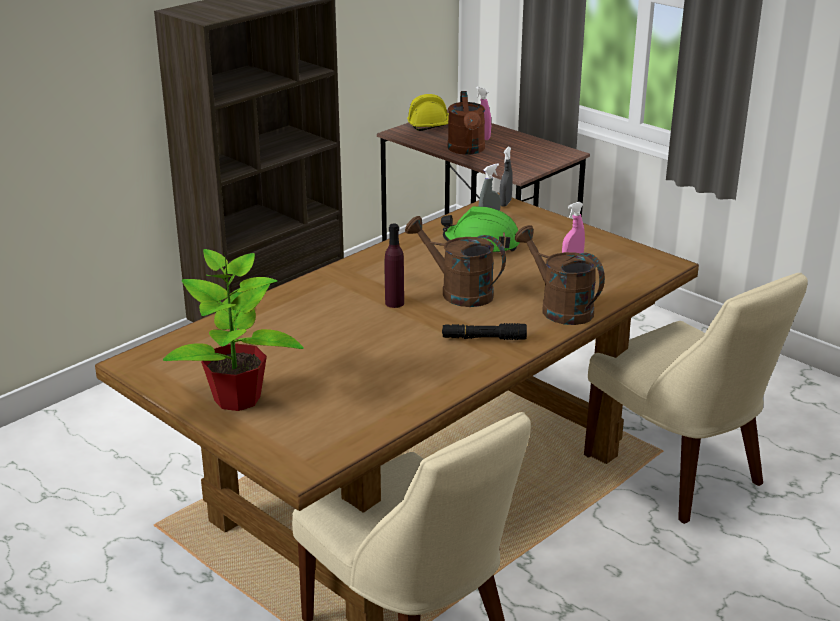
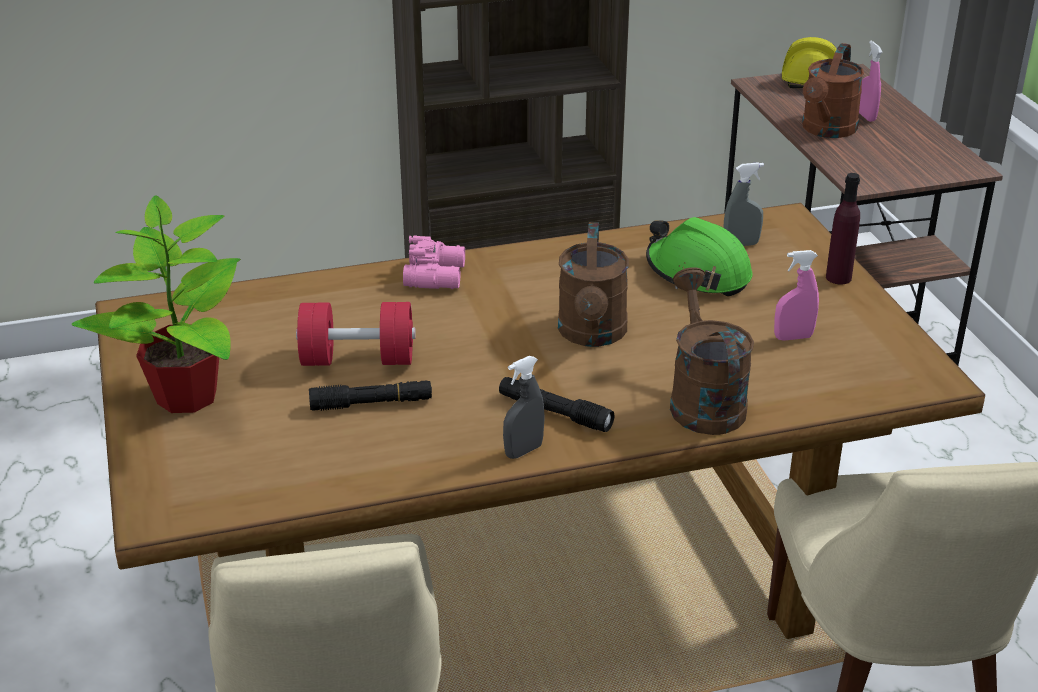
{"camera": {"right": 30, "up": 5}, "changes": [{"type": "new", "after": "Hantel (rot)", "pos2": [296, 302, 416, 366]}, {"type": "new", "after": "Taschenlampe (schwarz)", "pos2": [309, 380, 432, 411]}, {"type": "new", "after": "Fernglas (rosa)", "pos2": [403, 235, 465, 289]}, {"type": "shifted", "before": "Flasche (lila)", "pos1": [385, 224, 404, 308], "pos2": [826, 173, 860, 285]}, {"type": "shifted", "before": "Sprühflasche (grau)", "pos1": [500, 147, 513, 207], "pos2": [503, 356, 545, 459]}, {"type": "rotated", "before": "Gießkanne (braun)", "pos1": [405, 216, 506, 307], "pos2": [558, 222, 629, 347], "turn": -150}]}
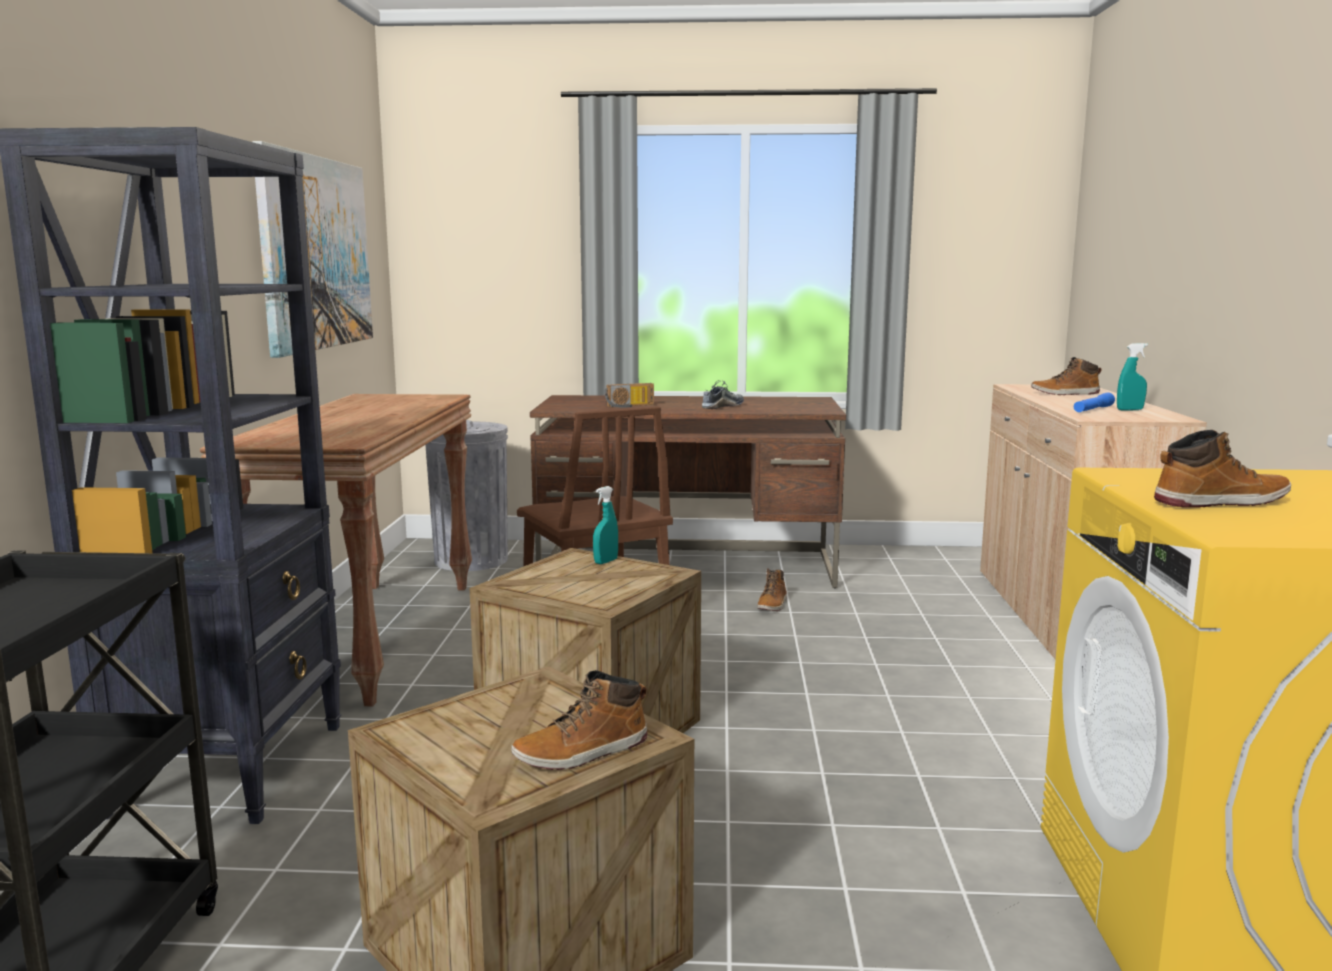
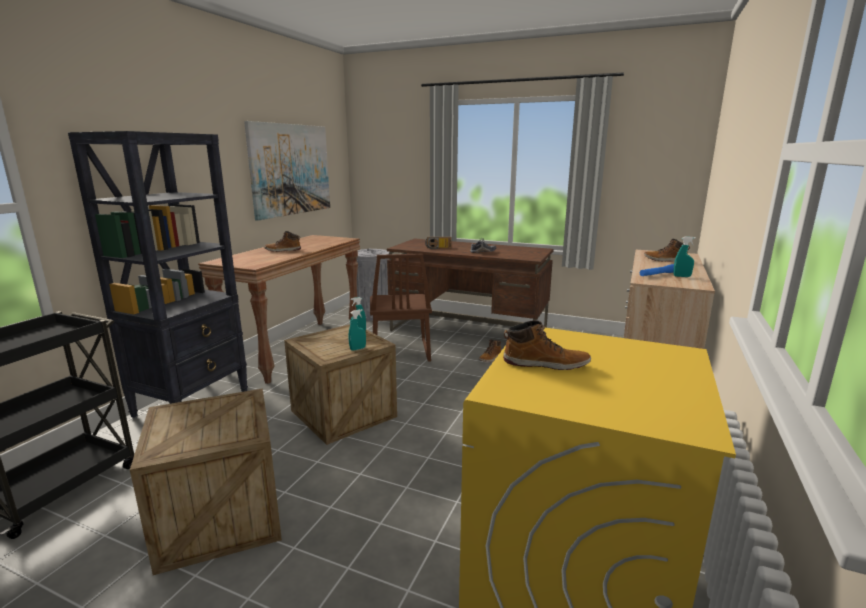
{"camera": {"right": 20, "up": 5}, "changes": [{"type": "new", "after": "Sprühflasche (türkis)", "pos2": [349, 309, 366, 351]}, {"type": "shifted", "before": "Stiefel", "pos1": [511, 670, 647, 770], "pos2": [264, 231, 301, 252]}]}
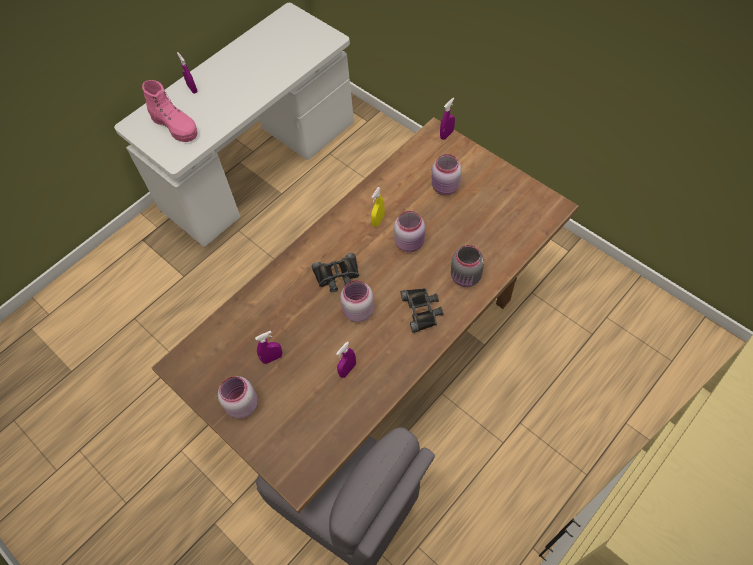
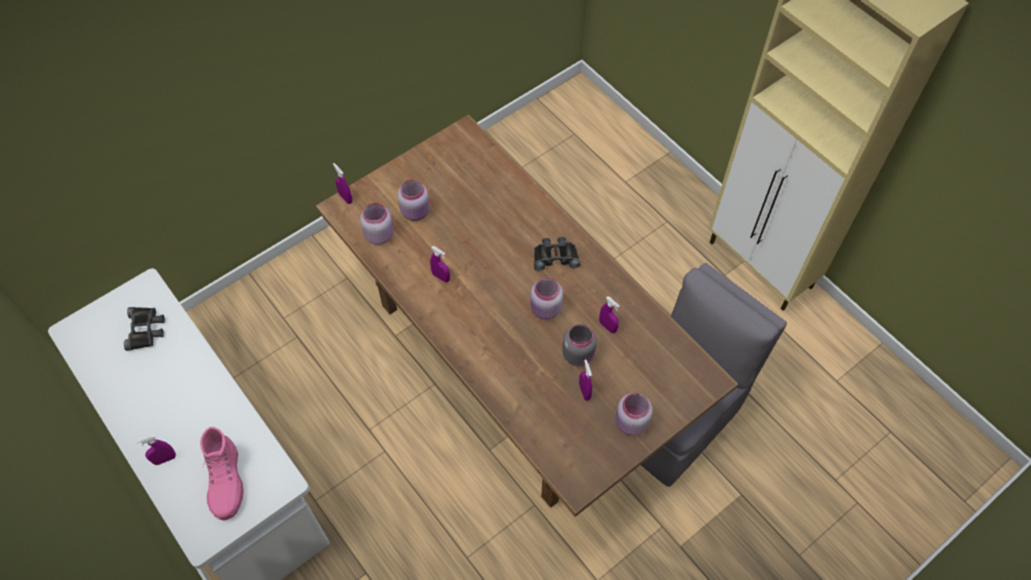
{"camera": {"right": -85, "up": 0}, "changes": [{"type": "shifted", "before": "Fernglas (schwarz)", "pos1": [311, 253, 359, 292], "pos2": [124, 307, 165, 351]}, {"type": "shifted", "before": "Vorratsglas (rosa)", "pos1": [394, 211, 425, 252], "pos2": [360, 203, 394, 245]}, {"type": "shifted", "before": "Vorratsglas (grau)", "pos1": [451, 245, 484, 287], "pos2": [562, 324, 597, 366]}, {"type": "repainted", "before": "Sprühflasche (gelb)", "after": "Sprühflasche (lila)", "pos1": [371, 187, 385, 227], "pos2": [430, 246, 450, 283]}, {"type": "rotated", "before": "Stiefel (rosa)", "pos1": [142, 80, 197, 142], "pos2": [200, 427, 244, 520], "turn": 120}]}
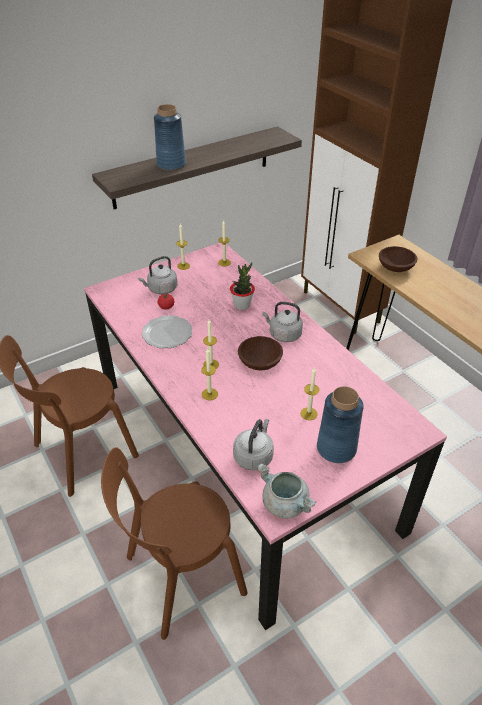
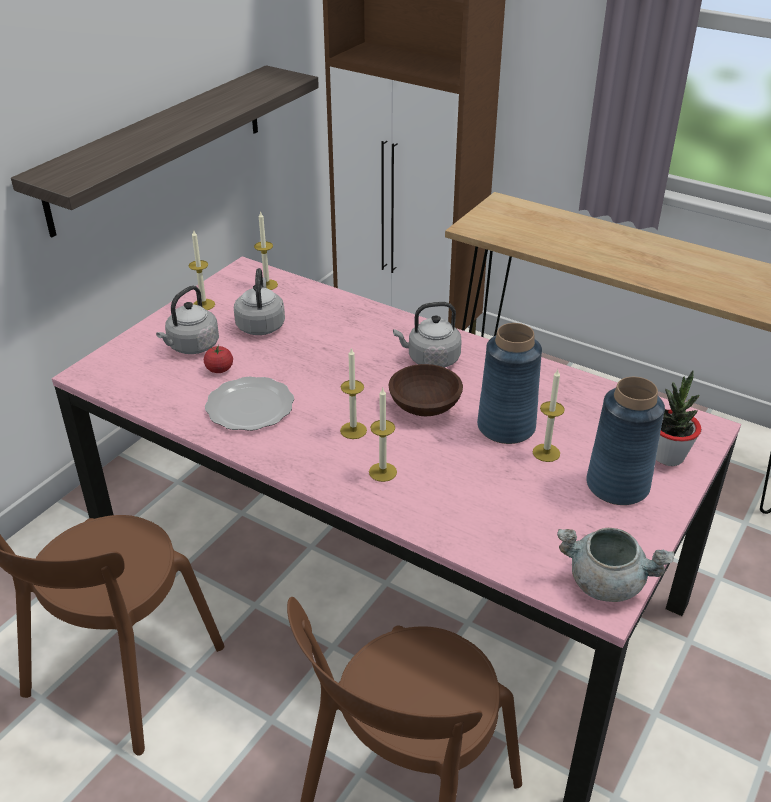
{"camera": {"right": -25, "up": -5}, "changes": [{"type": "gone", "before": "Schüssel (braun)", "pos1": [379, 246, 417, 272]}, {"type": "shifted", "before": "Vase (blau)", "pos1": [154, 104, 186, 171], "pos2": [477, 323, 542, 444]}, {"type": "shifted", "before": "Topfpflanze", "pos1": [230, 262, 255, 310], "pos2": [656, 370, 701, 466]}, {"type": "shifted", "before": "Wasserkessel (grau)", "pos1": [233, 419, 274, 471], "pos2": [234, 268, 285, 335]}]}
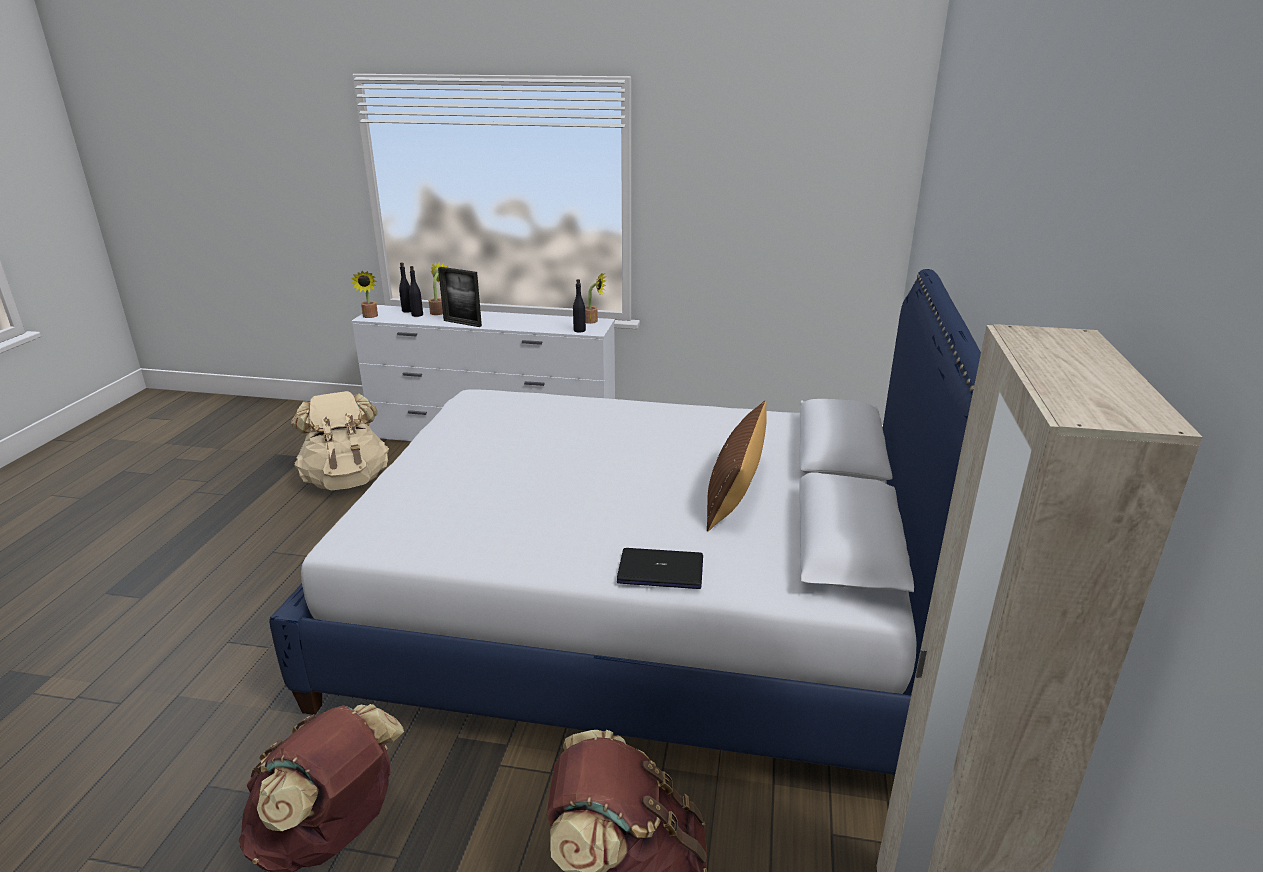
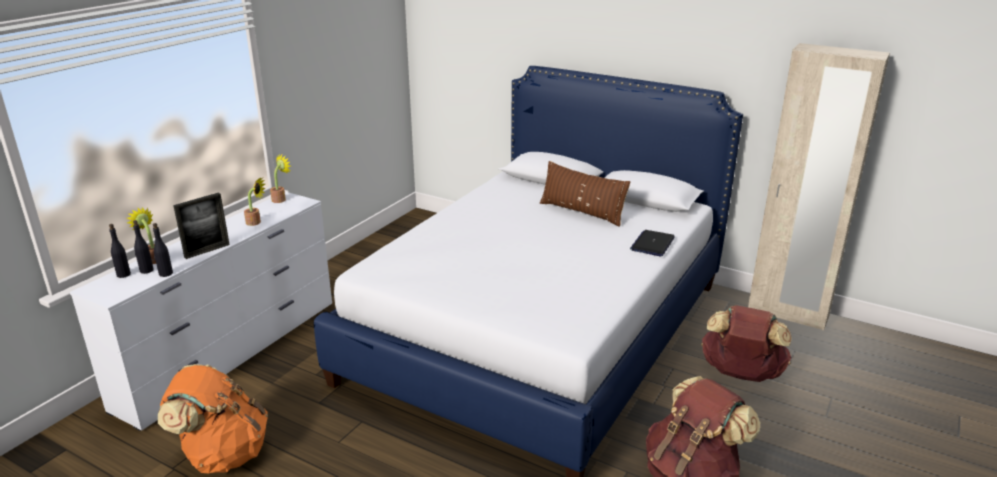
{"camera": {"right": -70, "up": 0}, "changes": [{"type": "shifted", "before": "Topfpflanze", "pos1": [351, 271, 378, 318], "pos2": [244, 177, 266, 226]}, {"type": "shifted", "before": "Flasche (schwarz)", "pos1": [573, 279, 586, 332], "pos2": [153, 223, 173, 277]}, {"type": "repainted", "before": "Rucksack (beige)", "after": "Rucksack (orange)", "pos1": [291, 391, 389, 490], "pos2": [158, 364, 268, 473]}]}
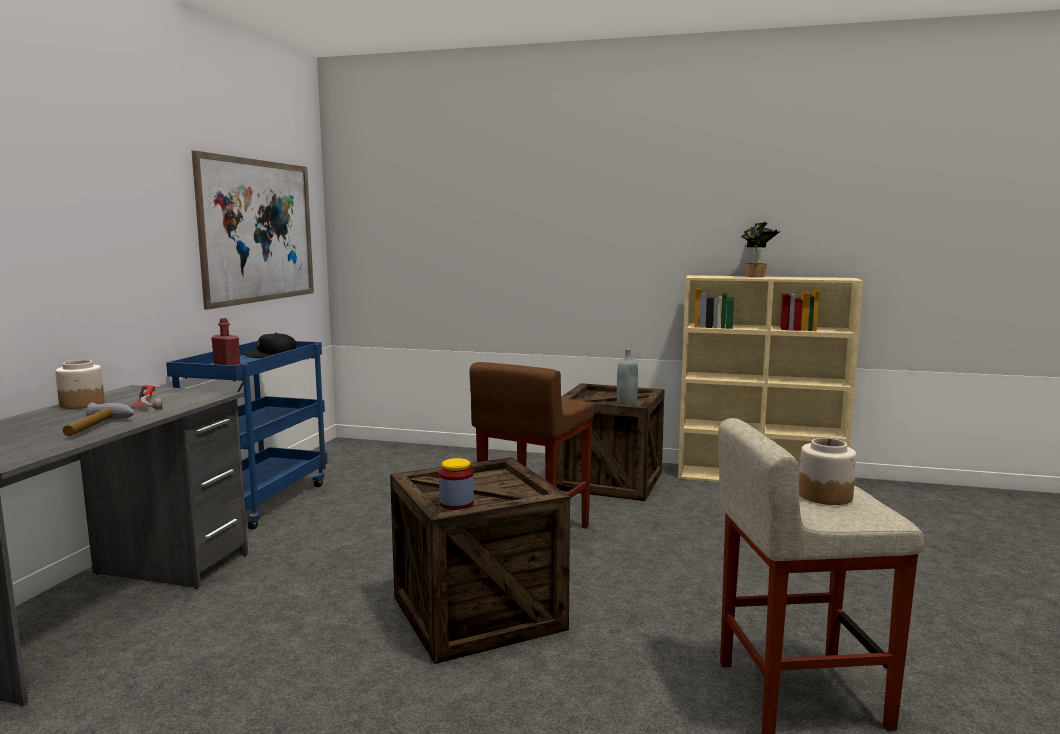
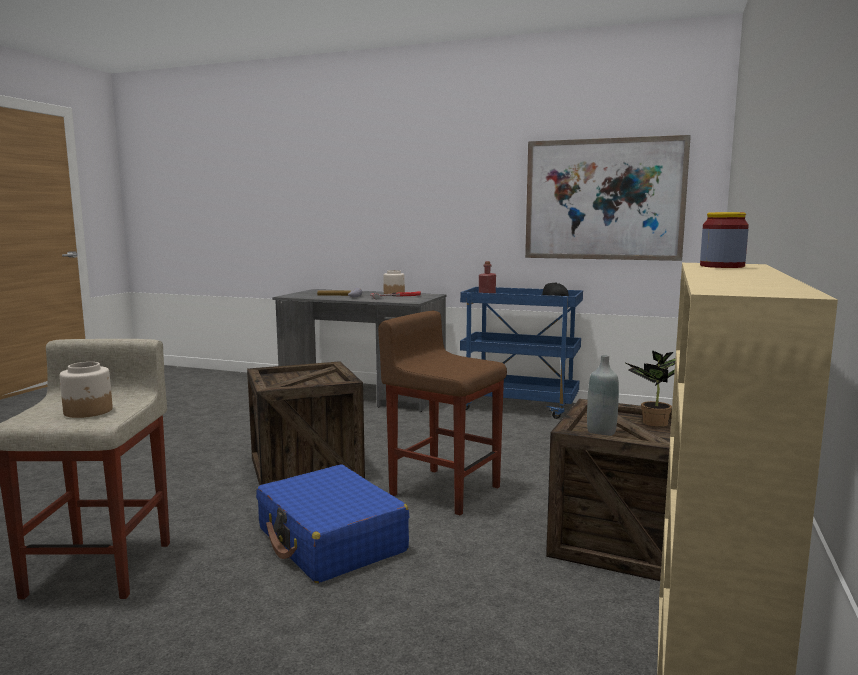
{"camera": {"right": 95, "up": 0}, "changes": [{"type": "new", "after": "Koffer (blau)", "pos2": [256, 464, 409, 583]}, {"type": "shifted", "before": "Vorratsglas", "pos1": [439, 458, 474, 510], "pos2": [700, 212, 749, 268]}, {"type": "shifted", "before": "Topfpflanze", "pos1": [741, 221, 781, 277], "pos2": [624, 350, 676, 427]}]}
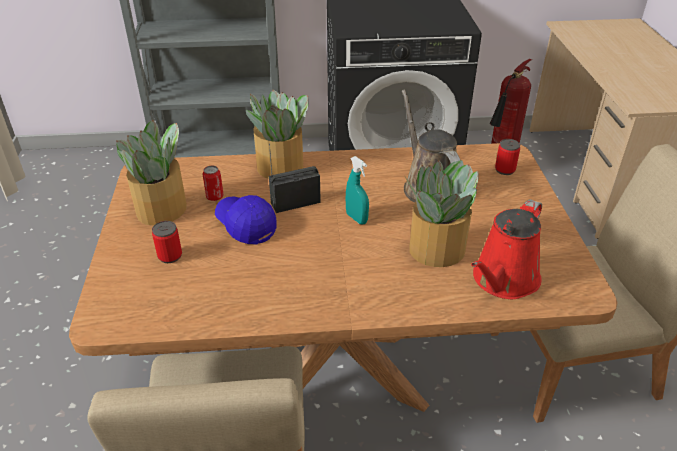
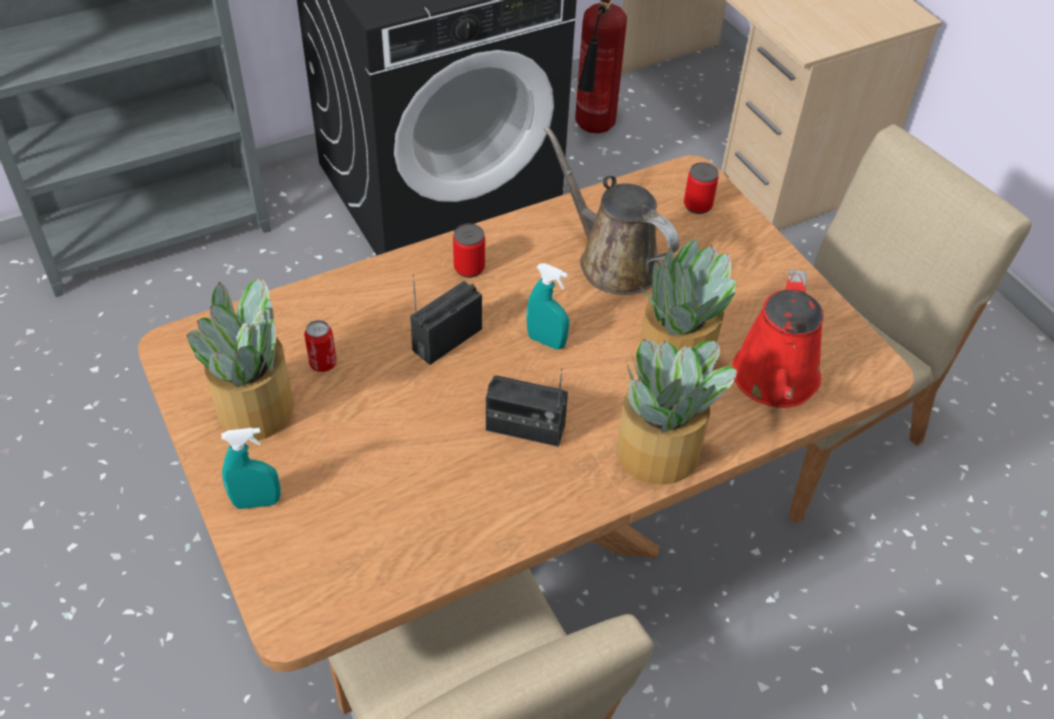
{"camera": {"right": -25, "up": 10}, "changes": [{"type": "gone", "before": "Kappe (blau)", "pos1": [215, 195, 277, 245]}, {"type": "new", "after": "Sprühflasche (türkis)", "pos2": [221, 428, 280, 509]}, {"type": "new", "after": "Radio", "pos2": [486, 368, 568, 447]}, {"type": "shifted", "before": "Dose", "pos1": [152, 221, 182, 263], "pos2": [453, 223, 485, 278]}, {"type": "shifted", "before": "Topfpflanze", "pos1": [246, 90, 309, 179], "pos2": [616, 339, 738, 485]}]}
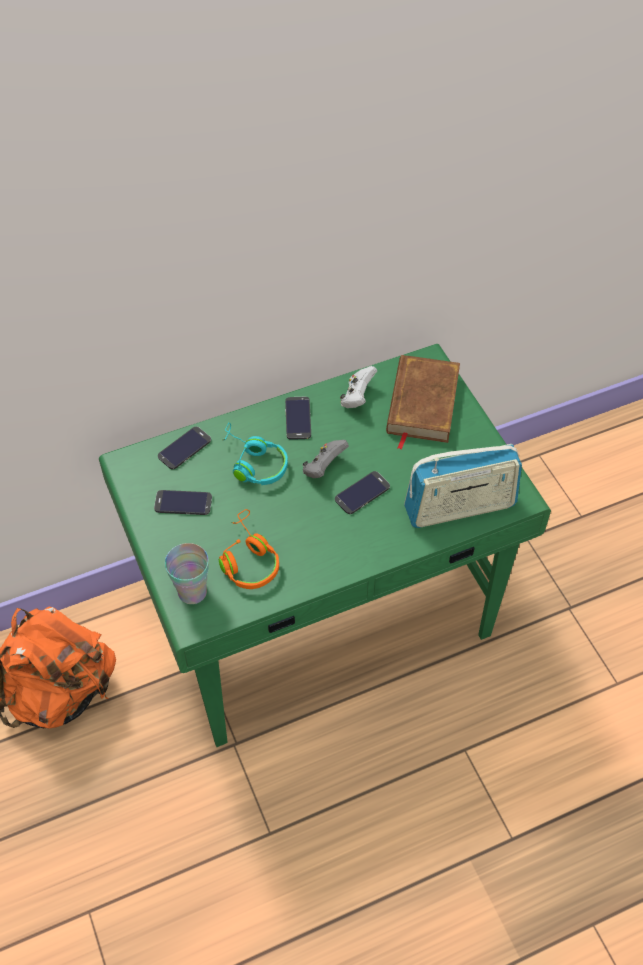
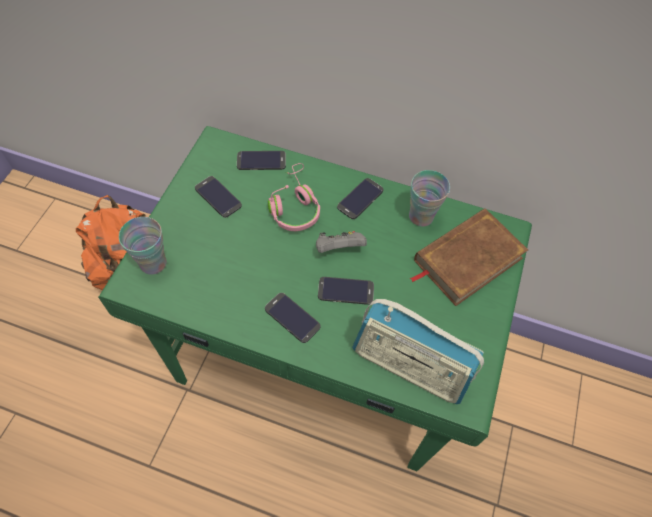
{"camera": {"right": 40, "up": 5}, "changes": [{"type": "gone", "before": "Kopfhörer (orange)", "pos1": [219, 509, 279, 589]}, {"type": "new", "after": "Handy", "pos2": [265, 293, 321, 343]}, {"type": "swapped", "before": "Gamepad (weiß)", "after": "Tasse", "pos1": [340, 366, 377, 408], "pos2": [409, 170, 450, 226]}, {"type": "repainted", "before": "Kopfhörer (türkis)", "after": "Kopfhörer (rosa)", "pos1": [223, 423, 288, 485], "pos2": [268, 163, 320, 231]}]}
